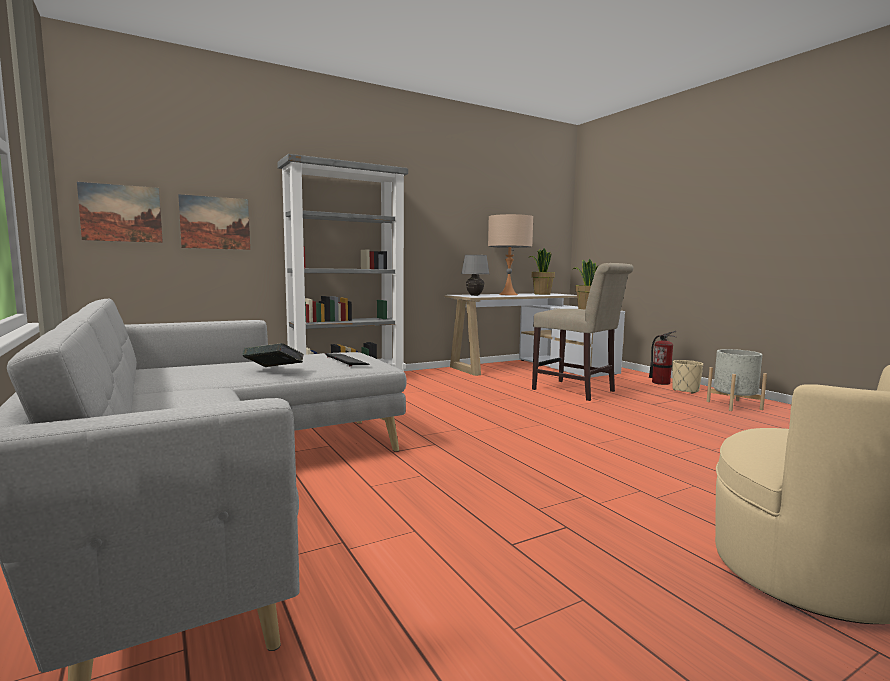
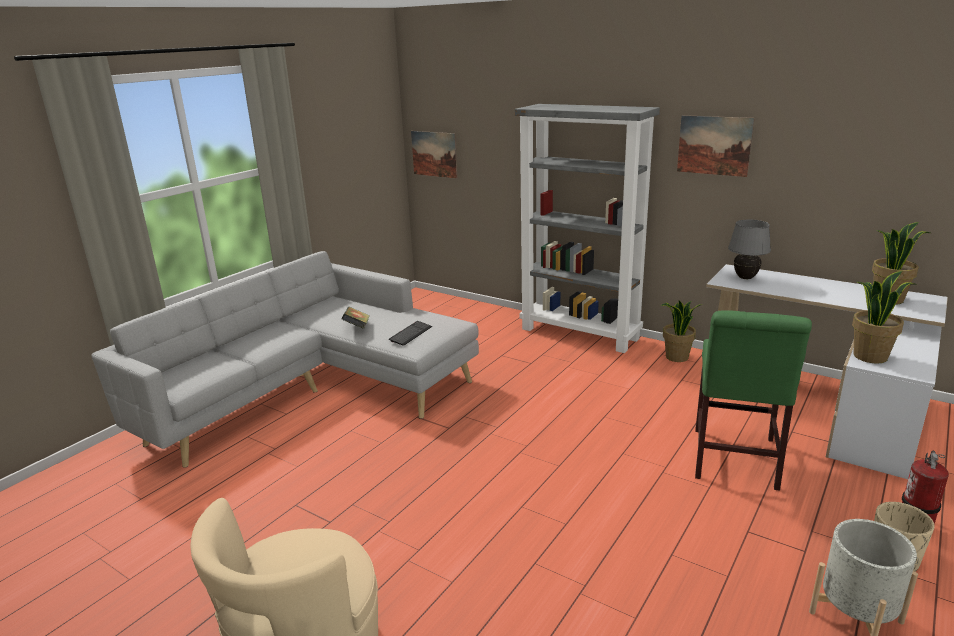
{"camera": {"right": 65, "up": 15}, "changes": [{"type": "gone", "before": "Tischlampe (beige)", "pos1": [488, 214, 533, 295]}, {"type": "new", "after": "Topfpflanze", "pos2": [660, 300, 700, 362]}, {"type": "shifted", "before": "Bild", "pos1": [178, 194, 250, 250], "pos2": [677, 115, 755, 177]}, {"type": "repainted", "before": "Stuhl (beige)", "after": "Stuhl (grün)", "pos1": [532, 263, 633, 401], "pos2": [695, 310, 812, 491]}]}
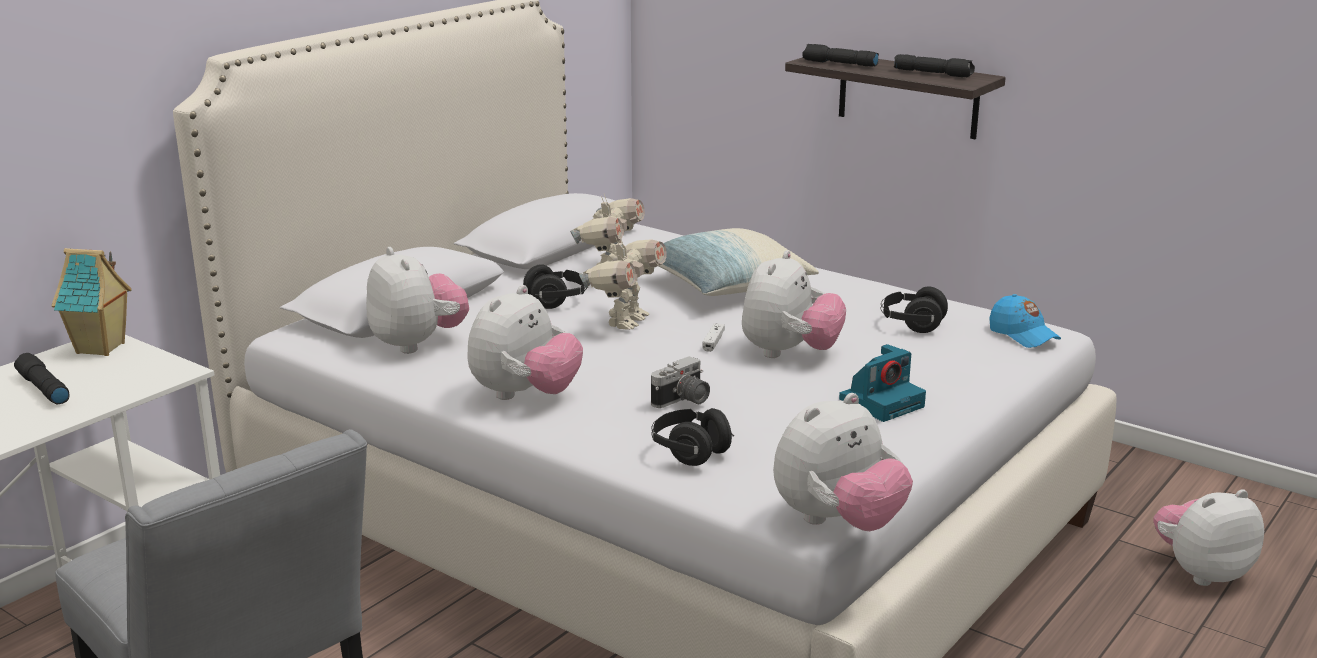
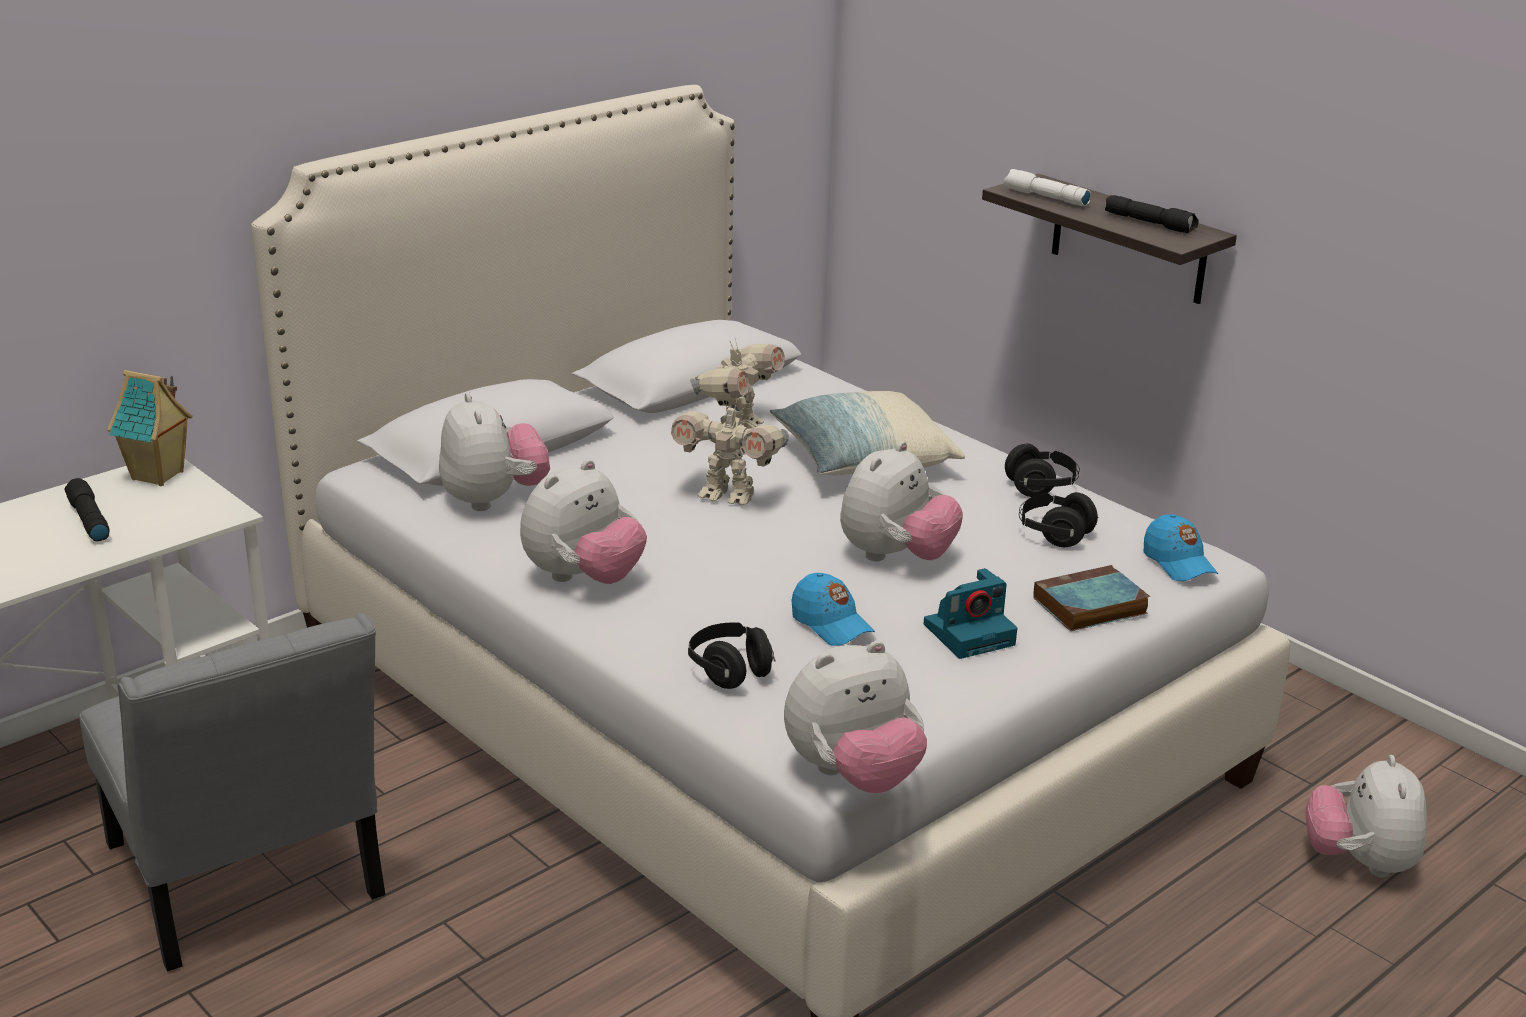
{"camera": {"right": 10, "up": 5}, "changes": [{"type": "gone", "before": "Kamera", "pos1": [651, 356, 710, 408]}, {"type": "gone", "before": "Gamepad (weiß)", "pos1": [702, 323, 725, 352]}, {"type": "new", "after": "Kappe (blau)", "pos2": [791, 573, 875, 646]}, {"type": "new", "after": "Buch", "pos2": [1033, 565, 1150, 631]}, {"type": "shifted", "before": "Kopfhörer (schwarz)", "pos1": [523, 264, 586, 309], "pos2": [1005, 444, 1080, 497]}, {"type": "repainted", "before": "Taschenlampe (schwarz)", "after": "Taschenlampe (weiß)", "pos1": [802, 44, 879, 67], "pos2": [1004, 169, 1091, 206]}, {"type": "rotated", "before": "Spielzeugroboter", "pos1": [579, 233, 667, 330], "pos2": [671, 398, 789, 505], "turn": 75}, {"type": "rotated", "before": "Plüschtier", "pos1": [1153, 489, 1264, 586], "pos2": [1305, 755, 1427, 878], "turn": -75}]}
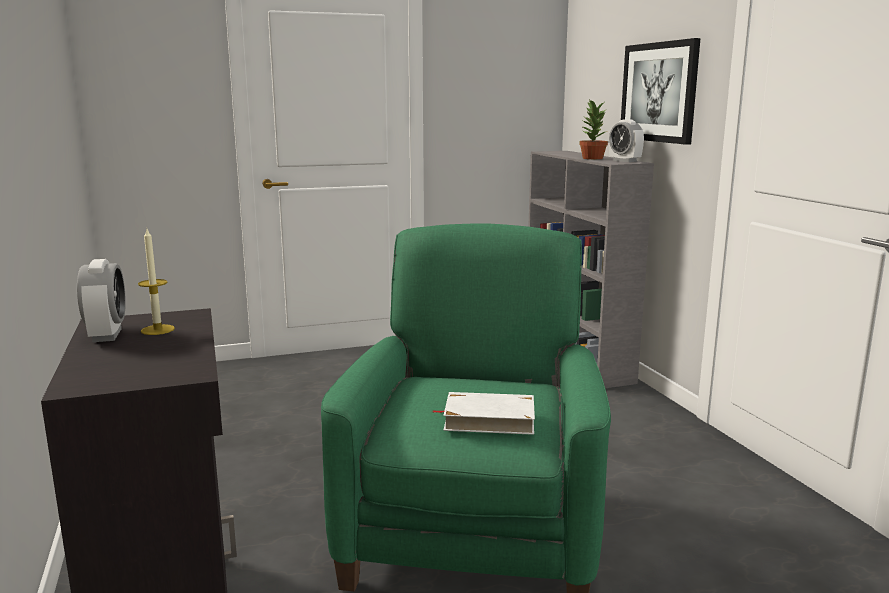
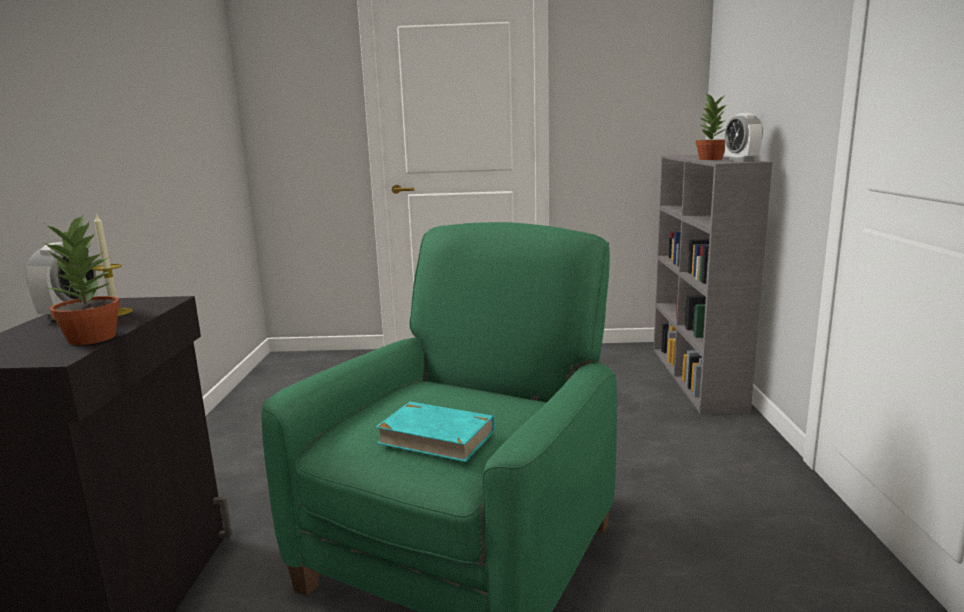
{"camera": {"right": 20, "up": 0}, "changes": [{"type": "gone", "before": "Bild", "pos1": [621, 38, 700, 145]}, {"type": "new", "after": "Topfpflanze", "pos2": [44, 214, 120, 345]}, {"type": "repainted", "before": "Buch (weiß)", "after": "Buch (türkis)", "pos1": [433, 392, 535, 435], "pos2": [375, 402, 494, 462]}]}
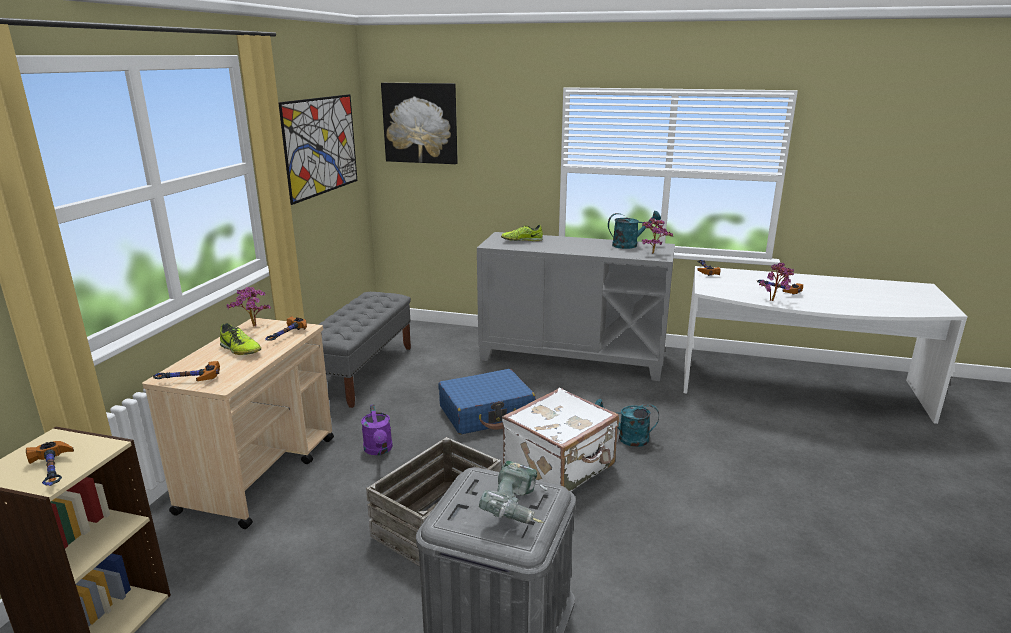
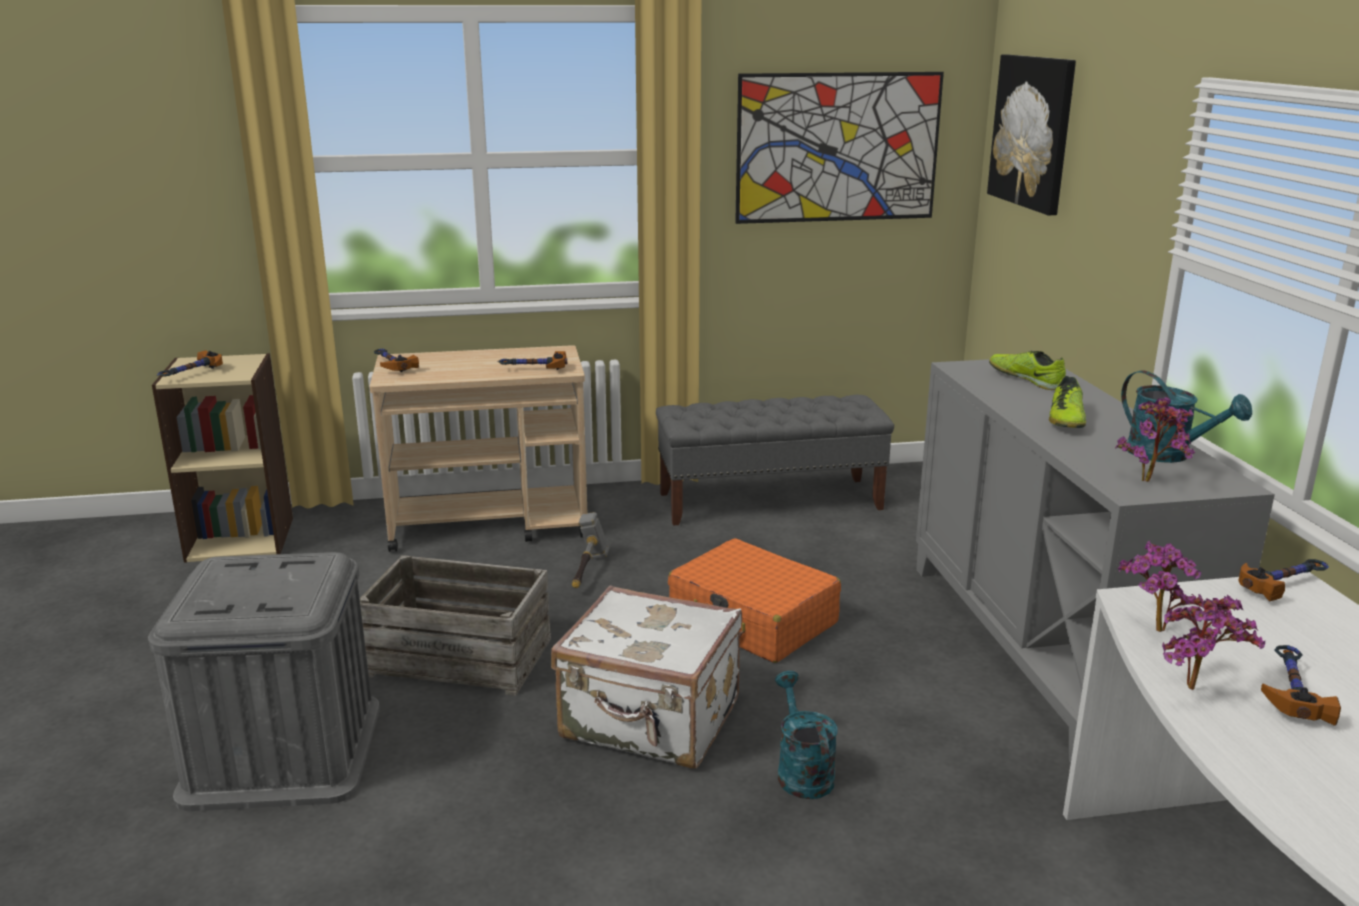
{"camera": {"right": 65, "up": 0}, "changes": [{"type": "gone", "before": "Bohrmaschine", "pos1": [479, 461, 548, 523]}, {"type": "shifted", "before": "Schuh", "pos1": [220, 323, 261, 355], "pos2": [1049, 376, 1086, 428]}, {"type": "shifted", "before": "Topfpflanze", "pos1": [227, 287, 271, 327], "pos2": [1118, 540, 1207, 632]}, {"type": "swapped", "before": "Gießkanne (lila)", "after": "Hammer", "pos1": [361, 405, 393, 455], "pos2": [572, 512, 609, 588]}, {"type": "repainted", "before": "Koffer (blau)", "after": "Koffer (orange)", "pos1": [438, 369, 535, 435], "pos2": [668, 538, 841, 663]}]}
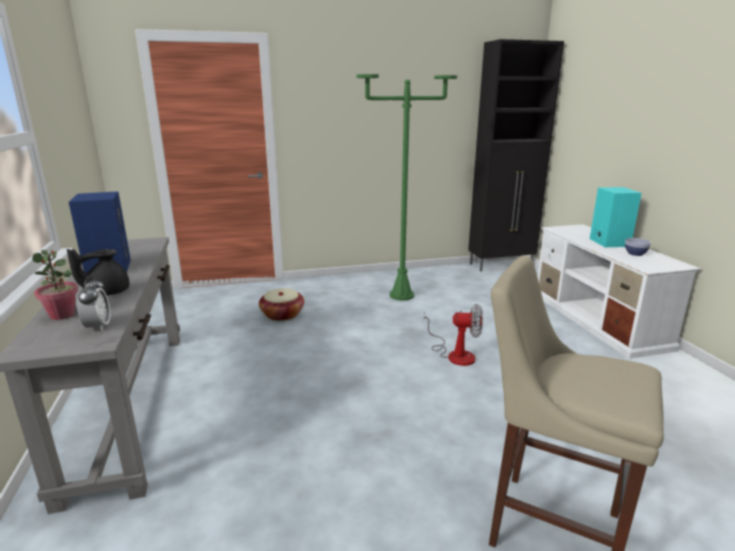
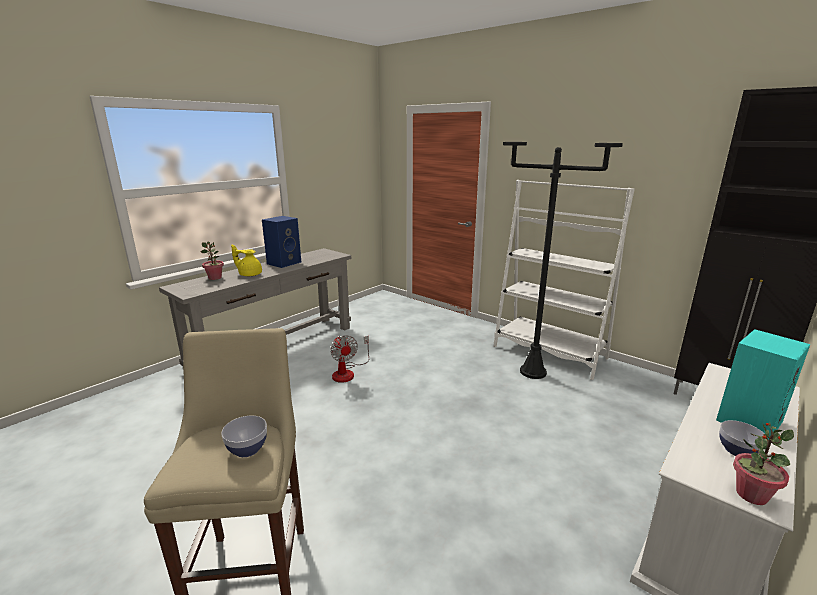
{"camera": {"right": 55, "up": 0}, "changes": [{"type": "gone", "before": "Wecker", "pos1": [76, 276, 110, 331]}, {"type": "gone", "before": "Korb", "pos1": [259, 288, 304, 321]}, {"type": "new", "after": "Schüssel", "pos2": [221, 416, 267, 457]}, {"type": "new", "after": "Bücherregal (weiß)", "pos2": [493, 180, 635, 380]}, {"type": "new", "after": "Topfpflanze", "pos2": [733, 422, 794, 505]}, {"type": "shifted", "before": "Ventilator", "pos1": [424, 304, 483, 366], "pos2": [330, 335, 369, 383]}, {"type": "repainted", "before": "Teekanne (schwarz)", "after": "Teekanne (gelb)", "pos1": [67, 249, 129, 295], "pos2": [231, 245, 262, 276]}, {"type": "repainted", "before": "Stehlampe (grün)", "after": "Stehlampe (schwarz)", "pos1": [356, 74, 457, 301], "pos2": [503, 142, 623, 379]}]}
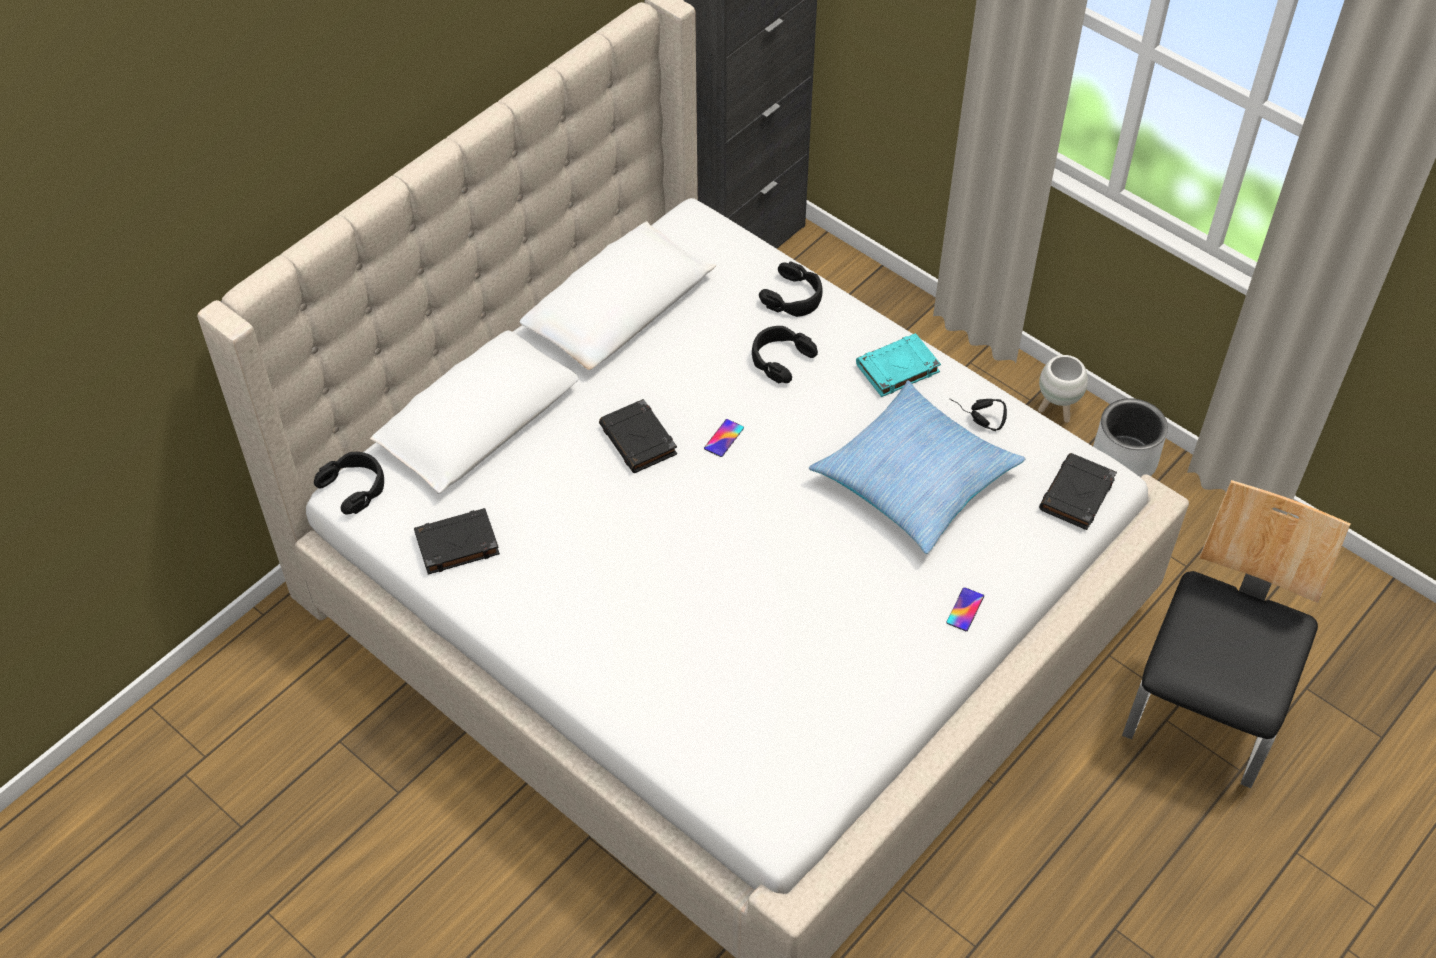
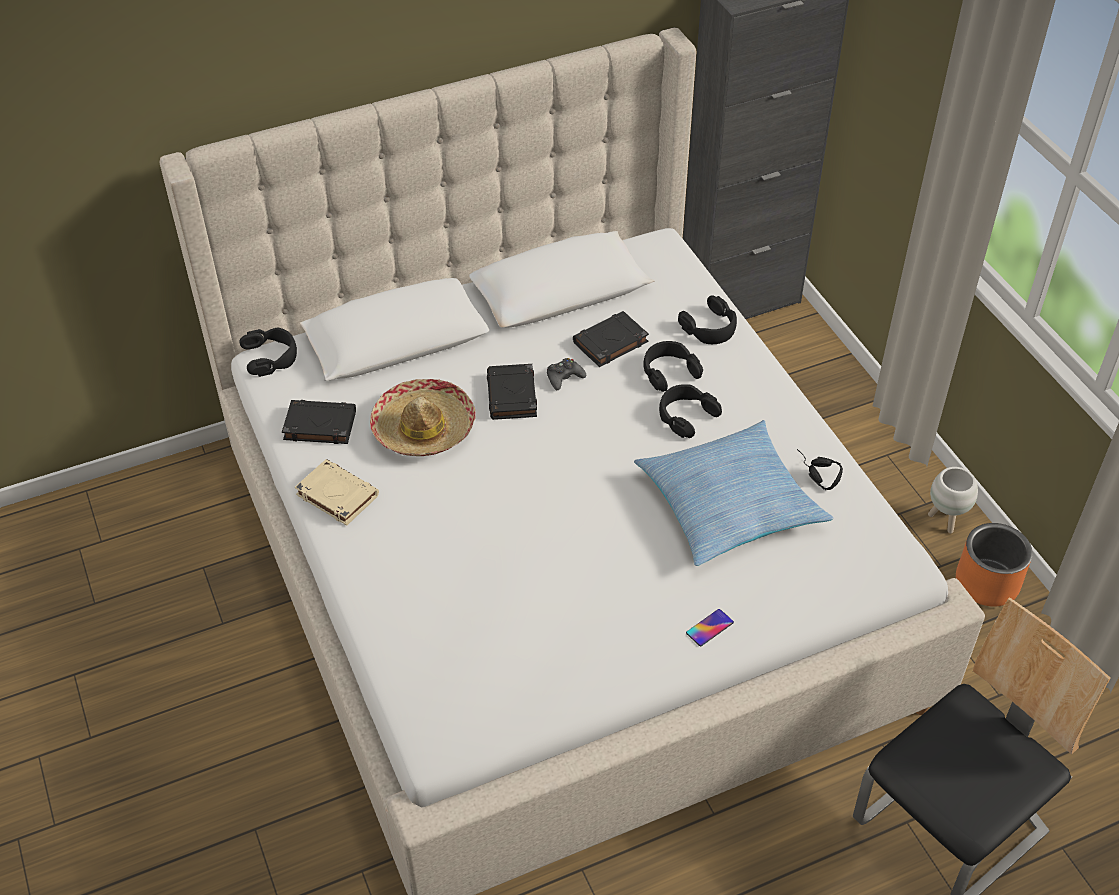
{"camera": {"right": 25, "up": -5}, "changes": [{"type": "gone", "before": "Handy", "pos1": [704, 419, 744, 457]}, {"type": "gone", "before": "Buch (türkis)", "pos1": [856, 333, 941, 397]}, {"type": "new", "after": "Buch (beige)", "pos2": [295, 459, 379, 526]}, {"type": "new", "after": "Hut", "pos2": [370, 379, 476, 456]}, {"type": "new", "after": "Gamepad (schwarz)", "pos2": [547, 358, 586, 390]}, {"type": "new", "after": "Kopfhörer (schwarz)", "pos2": [659, 384, 722, 438]}, {"type": "shifted", "before": "Buch (schwarz)", "pos1": [1039, 453, 1117, 530], "pos2": [573, 311, 649, 367]}, {"type": "repainted", "before": "Pflanzkübel (grau)", "after": "Pflanzkübel (orange)", "pos1": [1093, 398, 1168, 477], "pos2": [956, 523, 1033, 607]}]}
